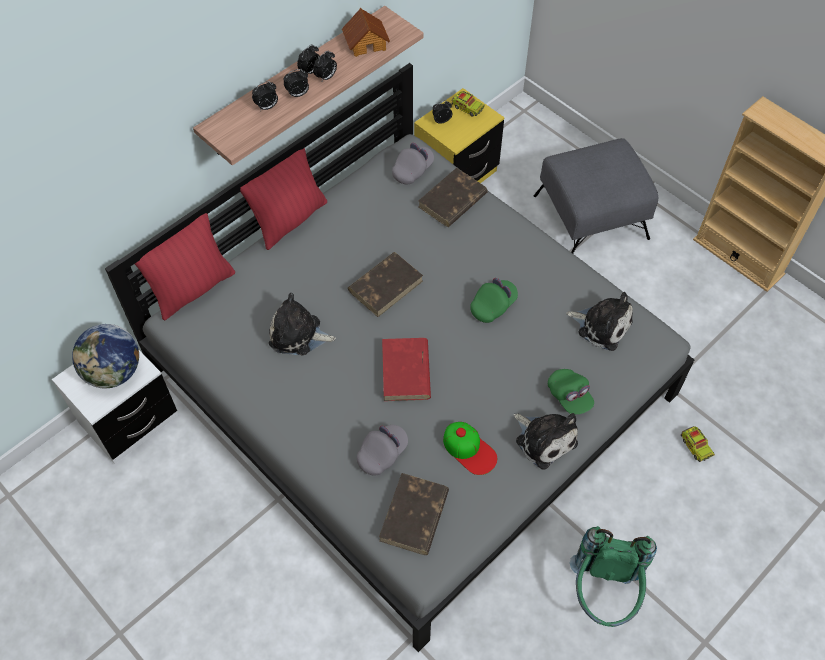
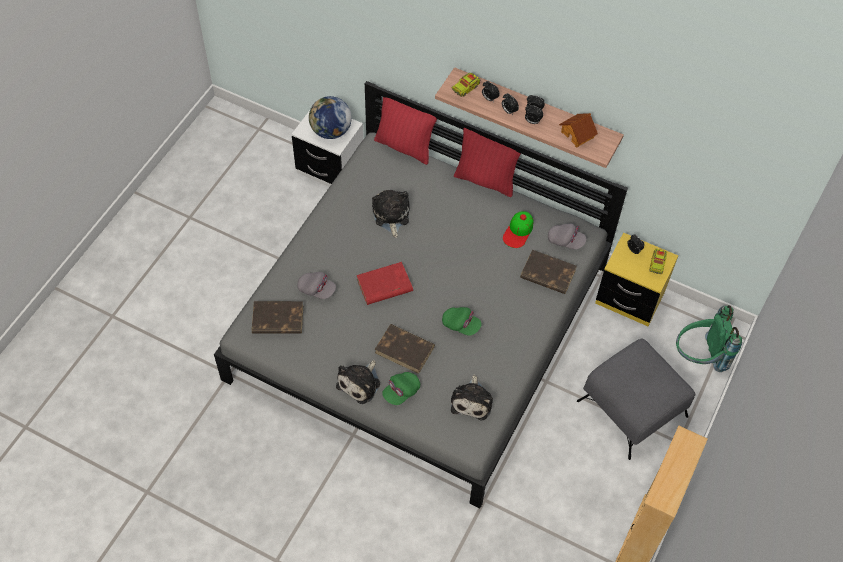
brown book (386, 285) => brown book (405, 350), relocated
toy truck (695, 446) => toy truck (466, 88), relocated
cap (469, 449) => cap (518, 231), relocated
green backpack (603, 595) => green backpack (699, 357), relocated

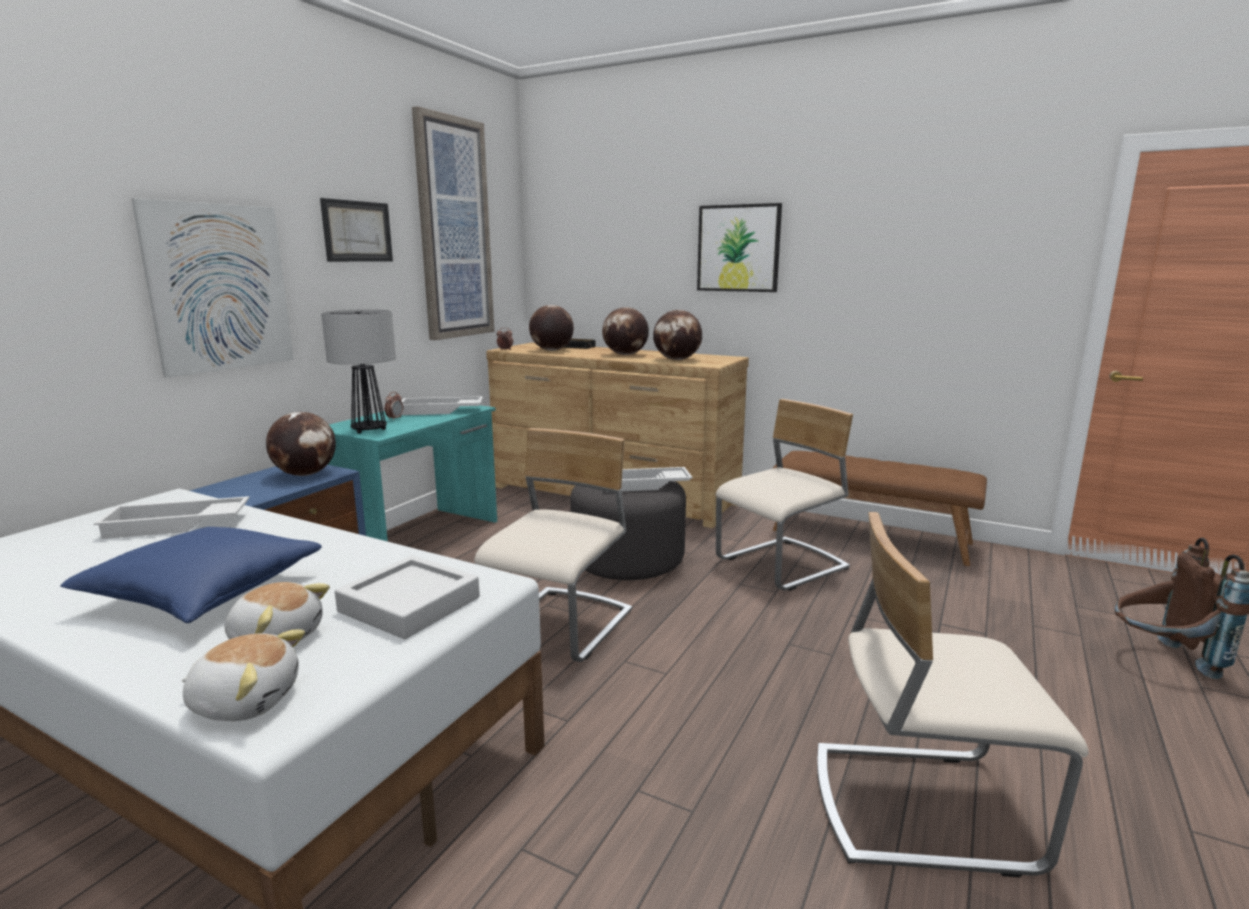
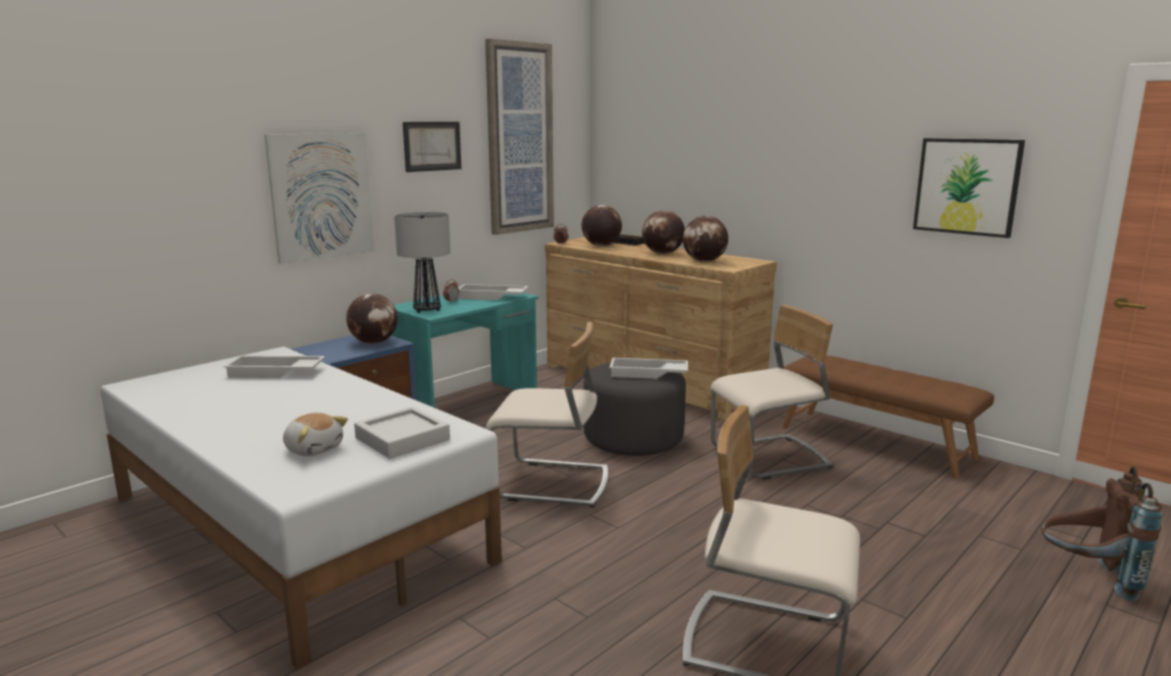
beige chair (561, 627) => beige chair (552, 484), 60 degrees clockwise
picture (738, 248) => picture (967, 186), relocated
blue pillow (205, 593) => nothing
plush toy (246, 700) => nothing

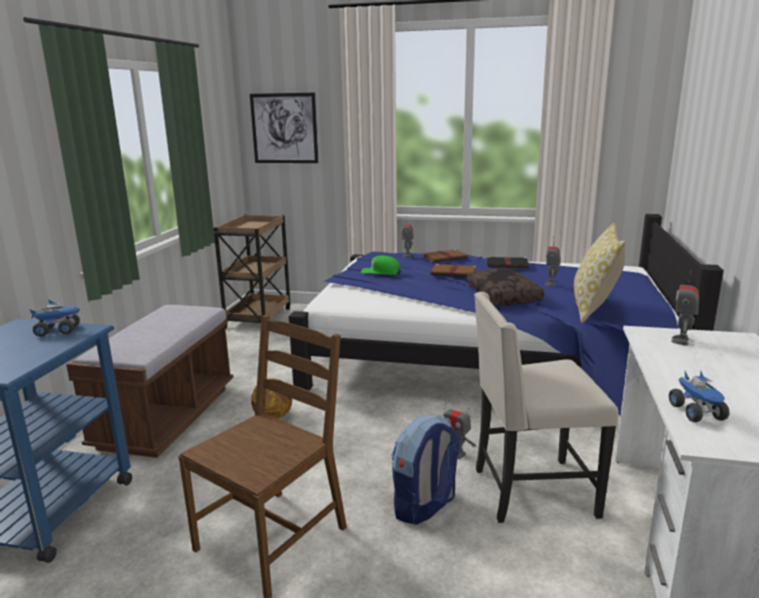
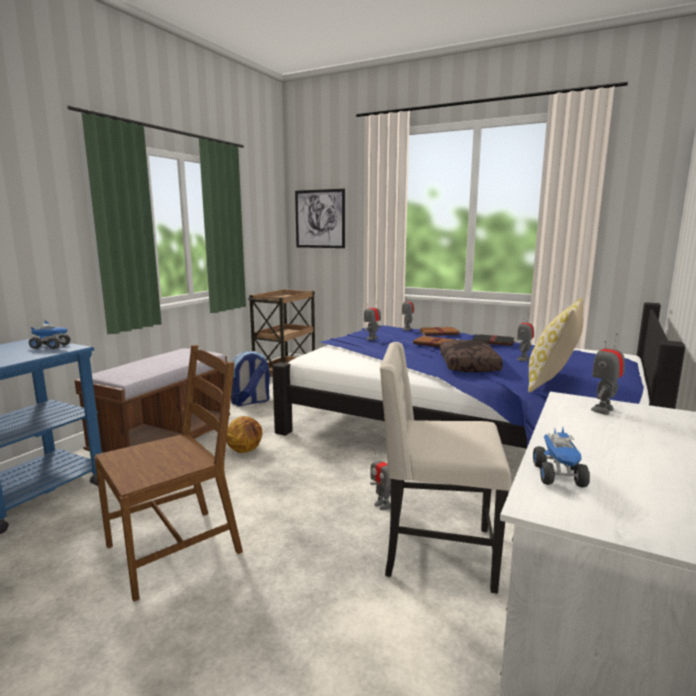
backpack (425, 507) => backpack (250, 402), relocated
green cap (381, 272) => toy robot (372, 338)

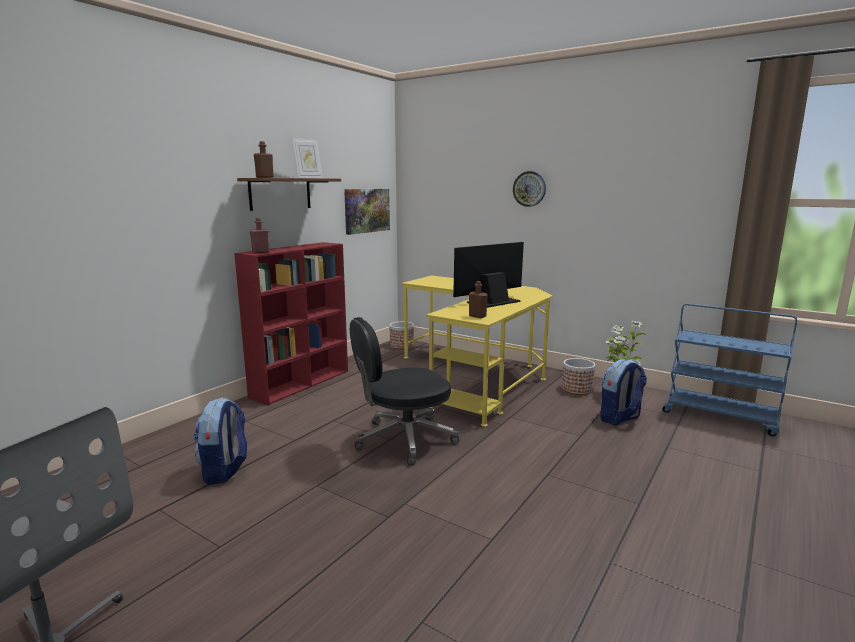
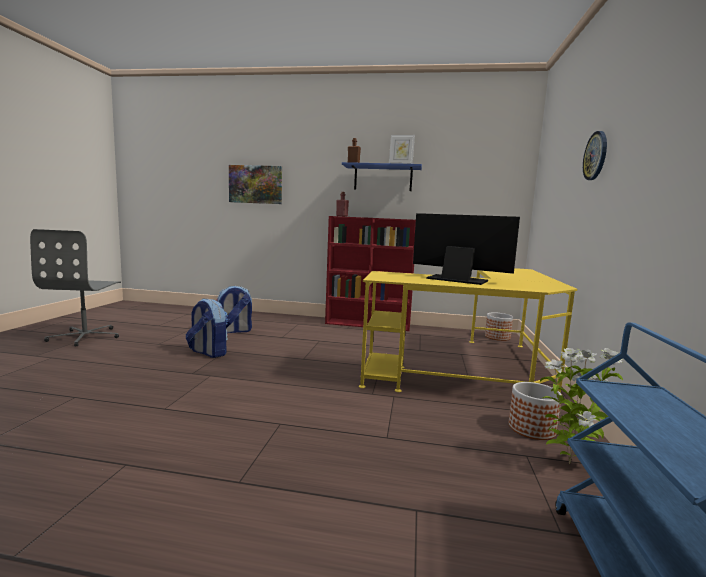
backpack (620, 418) => backpack (208, 352), relocated
picture (366, 210) => picture (255, 184), relocated
brown shelf (280, 194) => blue shelf (383, 178)
black office chair (403, 439) => nothing
brown bottle (477, 316) => nothing

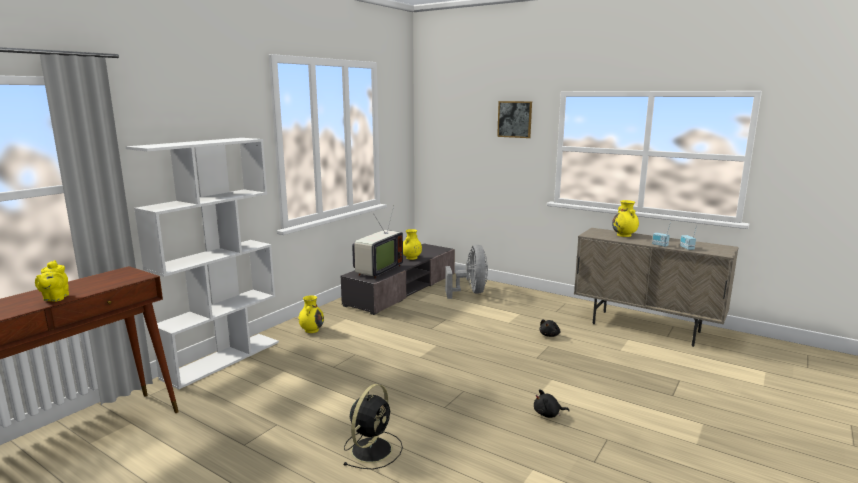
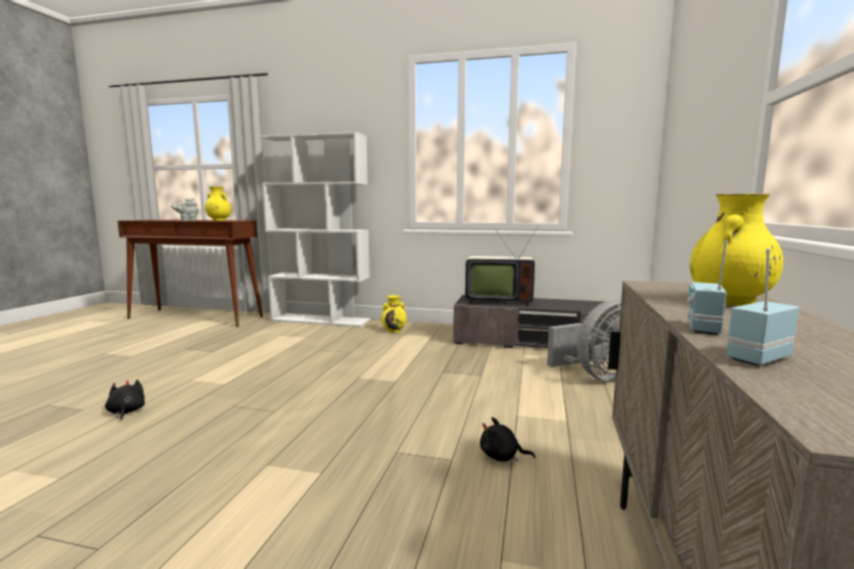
black plush toy (548, 414) => black plush toy (126, 412), relocated
yellow teapot (55, 298) => grey teapot (187, 220)
yellow vase (411, 258) => yellow vase (218, 220), relocated
black fan (372, 449) => nothing
picture (514, 119) => nothing

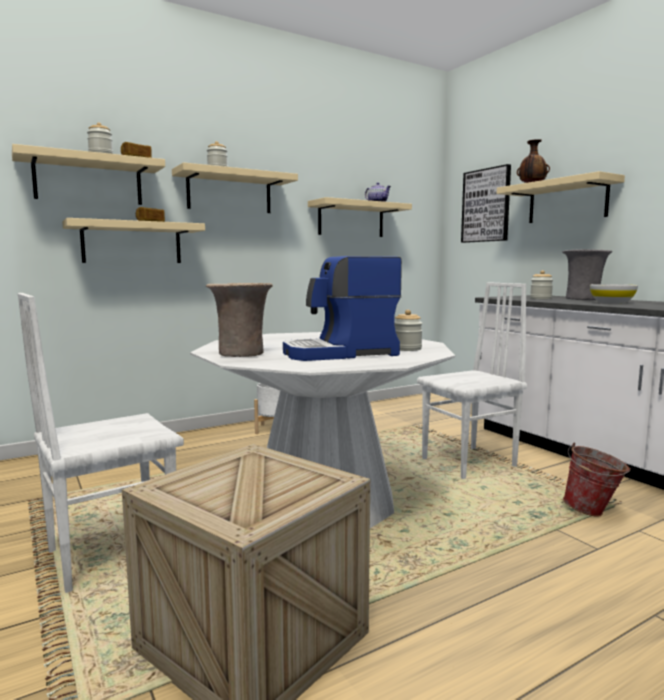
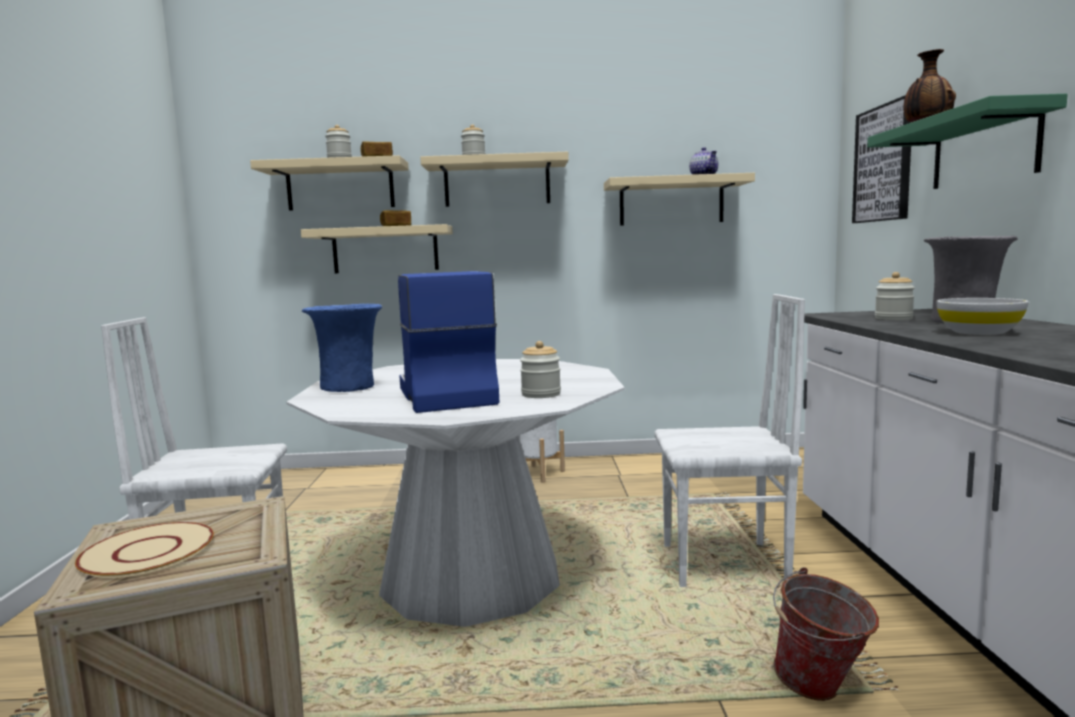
nothing => beige plate (149, 551)
beige vase (240, 354) => blue vase (348, 387)
coffee machine (341, 353) => coffee machine (443, 395), 60 degrees clockwise
beige shelf (567, 201) => green shelf (984, 149)

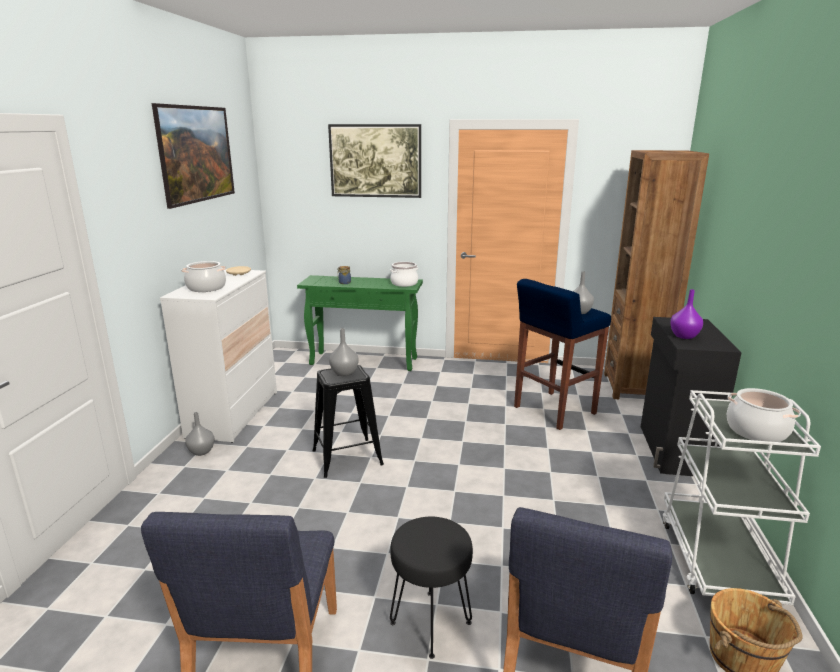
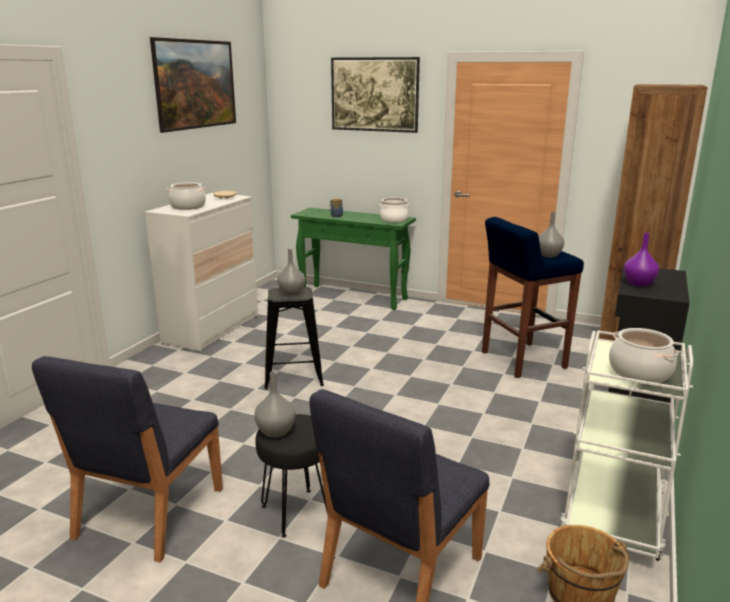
grey vase (201, 451) => grey vase (275, 431), relocated

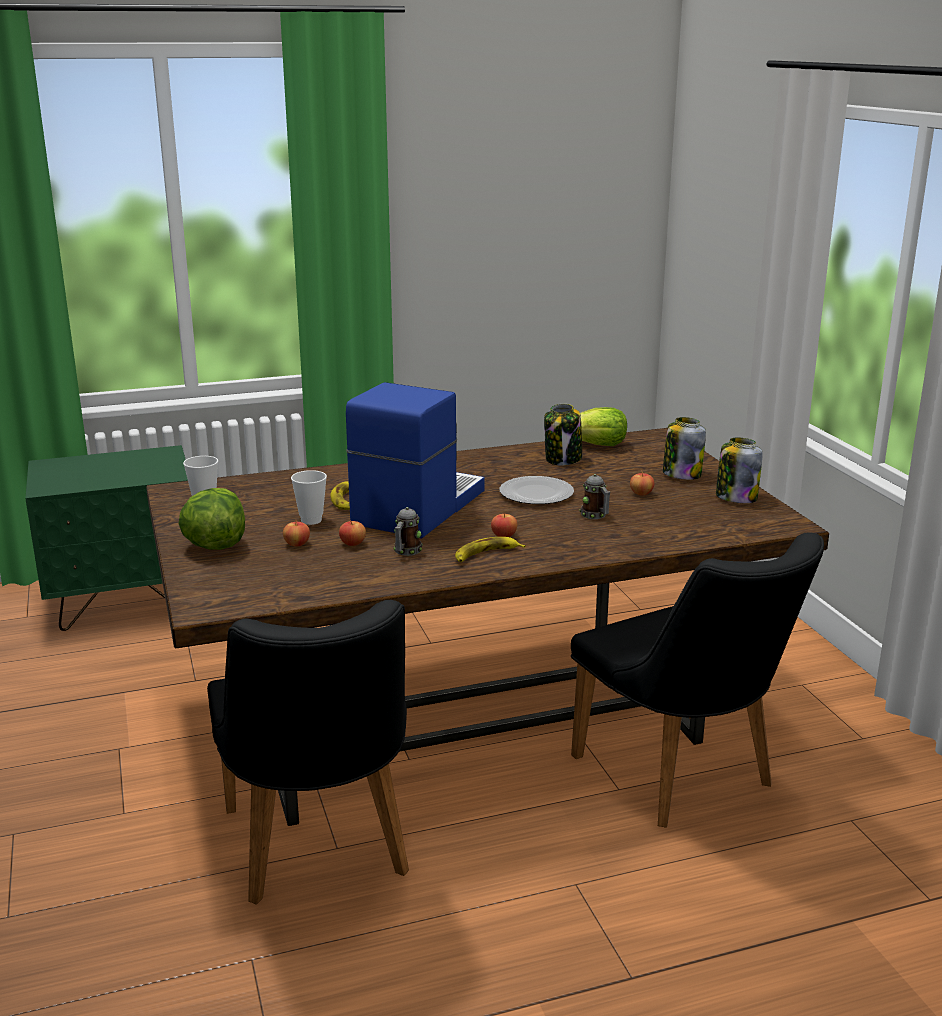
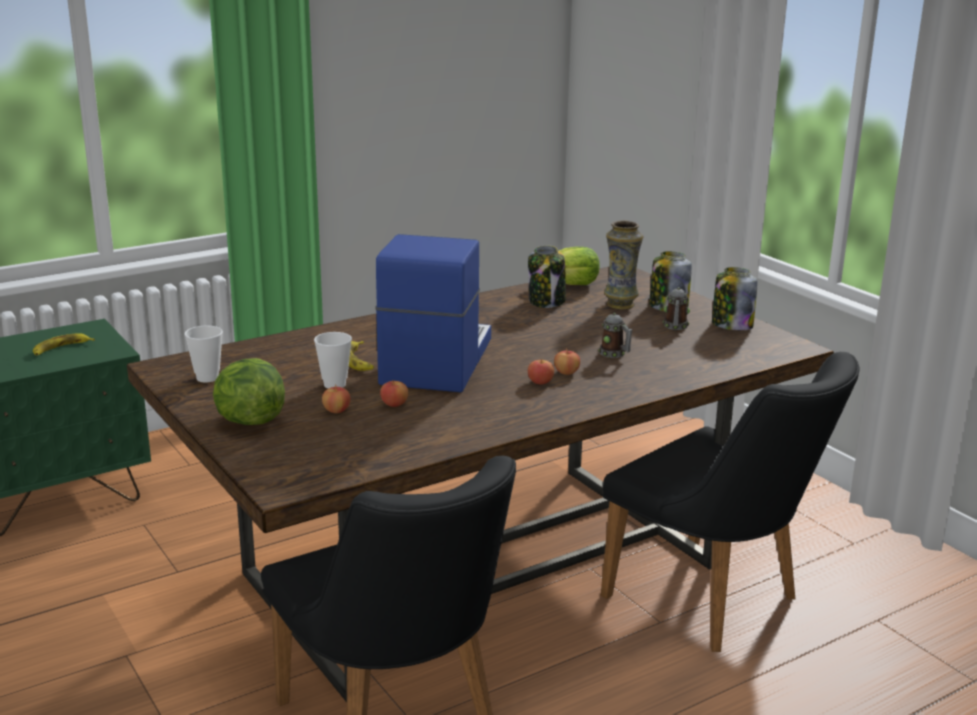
banana (486, 555) => banana (61, 349), relocated
apple (641, 493) => apple (566, 372), relocated
nothing => vase (620, 304)
mug (406, 552) => mug (675, 327), relocated
plate (535, 493) => nothing

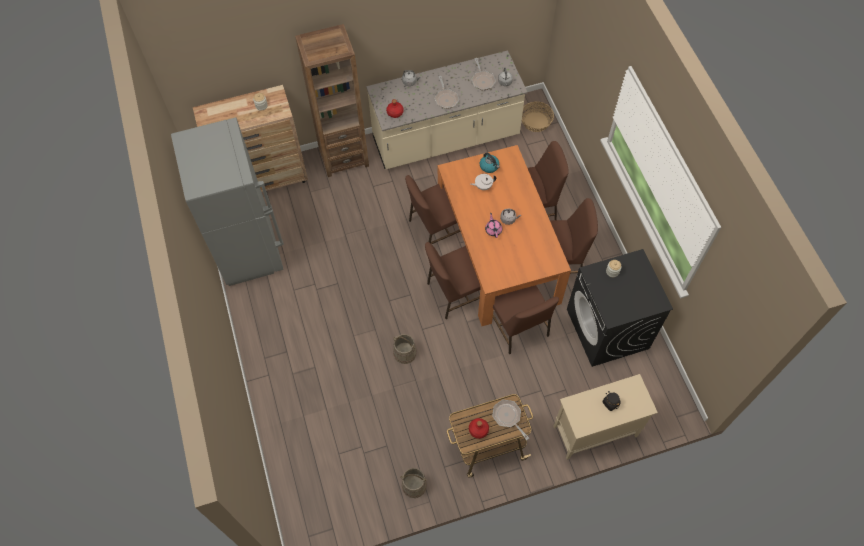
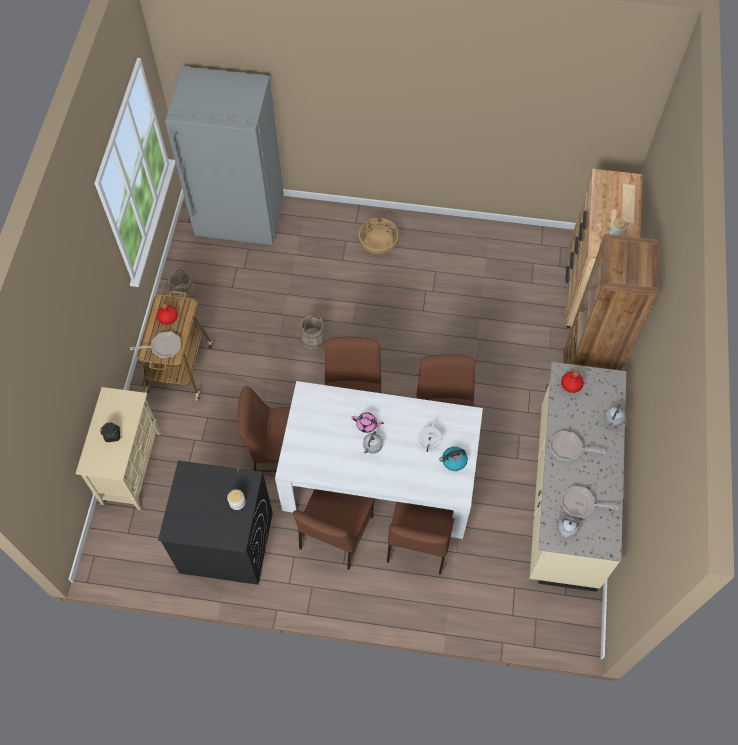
grey fridge (249, 249) => grey fridge (241, 220), relocated
orange dining table (497, 252) => white dining table (380, 477)
basket (536, 122) => basket (378, 242), relocated

